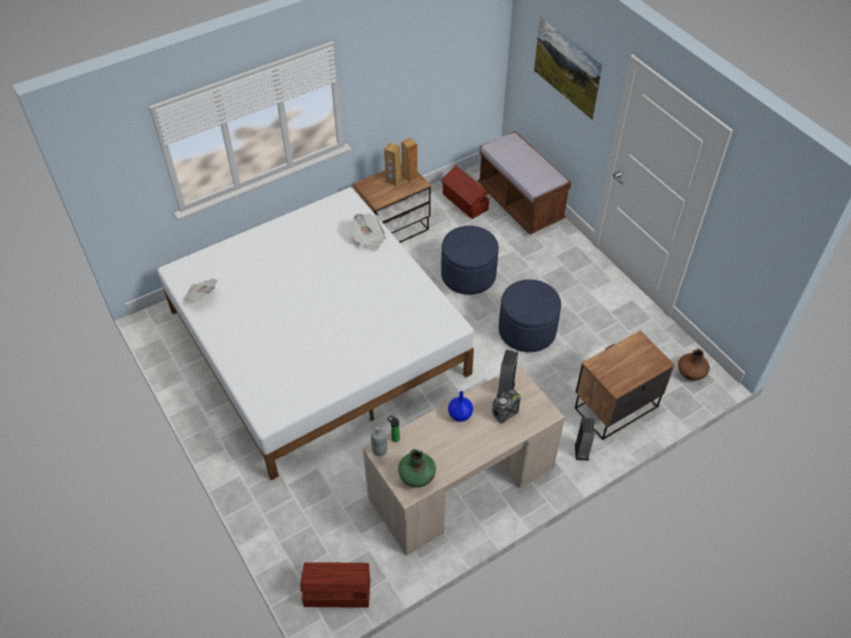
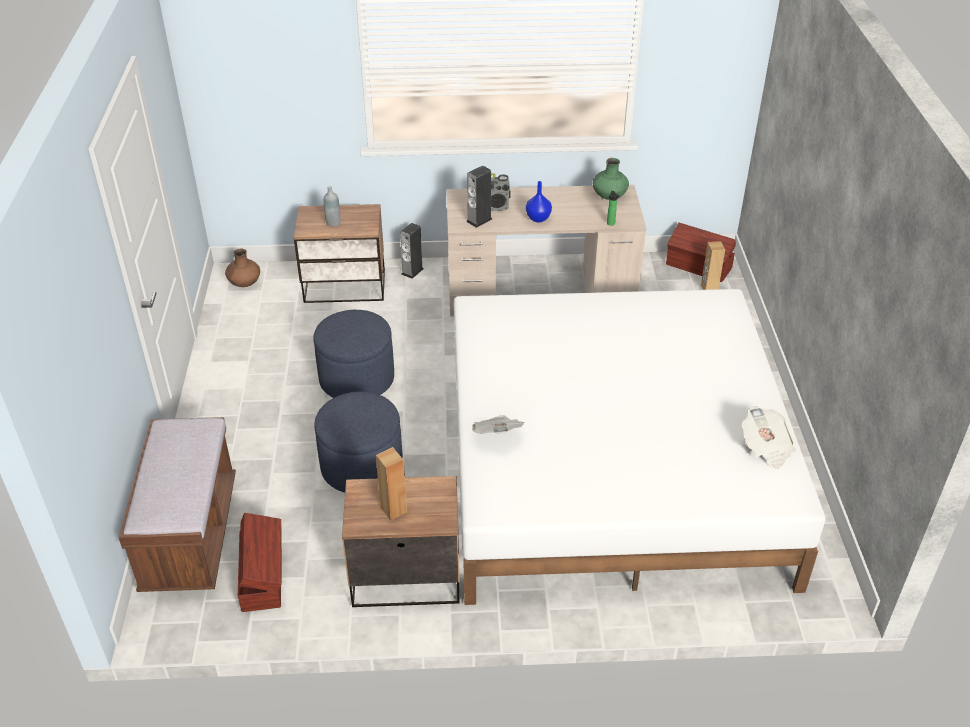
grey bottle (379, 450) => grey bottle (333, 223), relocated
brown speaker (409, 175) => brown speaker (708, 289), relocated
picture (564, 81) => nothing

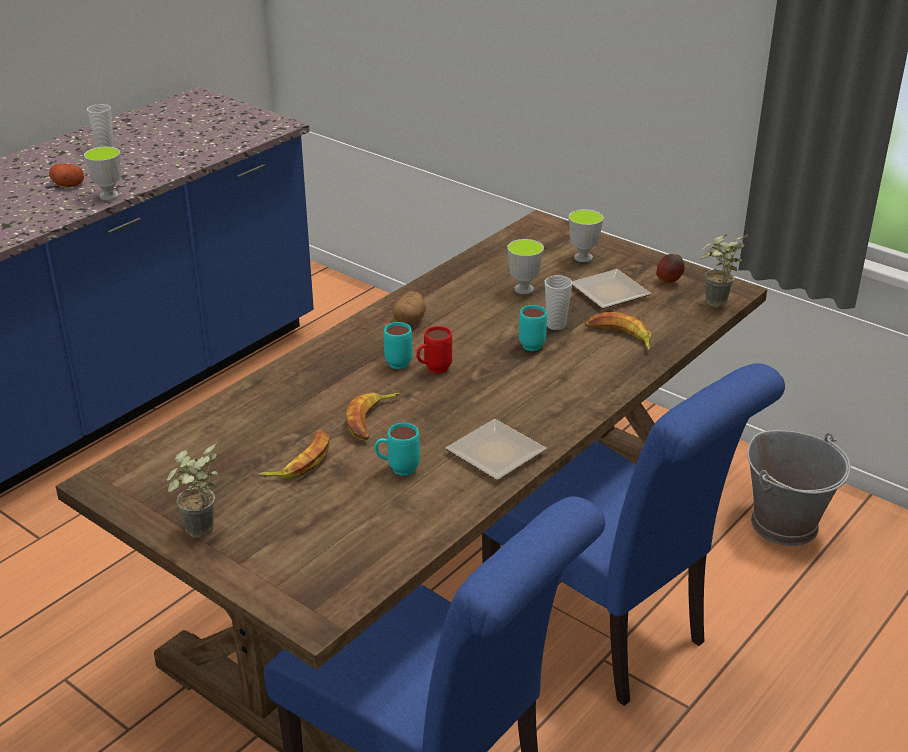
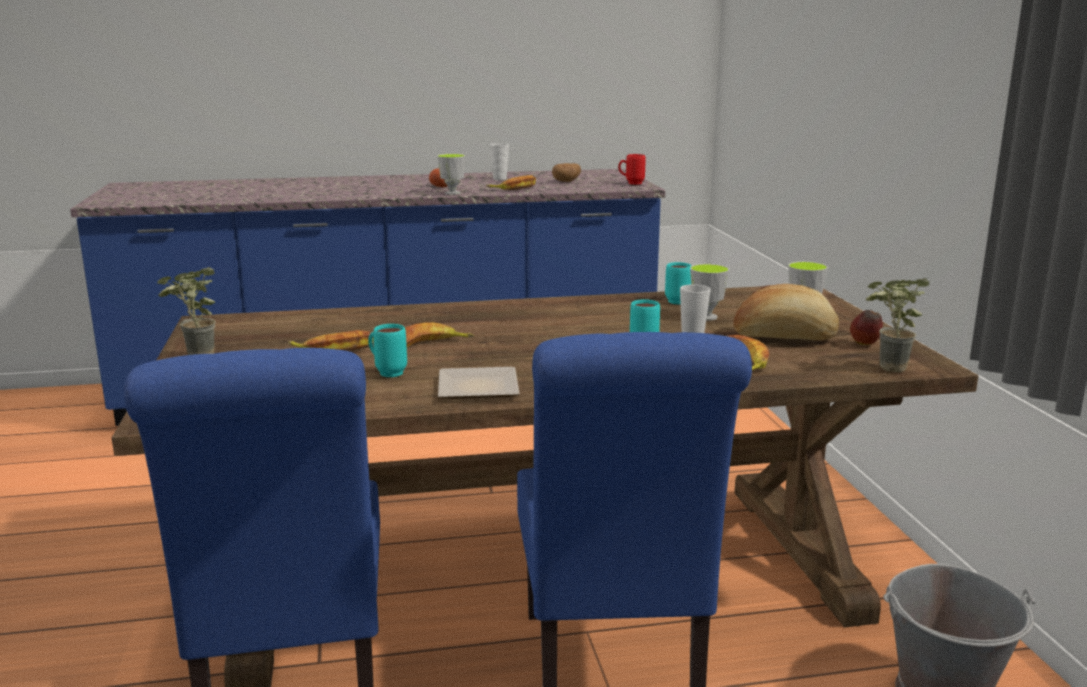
nothing => banana (514, 188)
potato (410, 320) => potato (566, 181), relocated
red mug (433, 370) => red mug (631, 183), relocated
turquoise mug (397, 361) => turquoise mug (678, 301), relocated
plate (609, 294) => bread (784, 337)

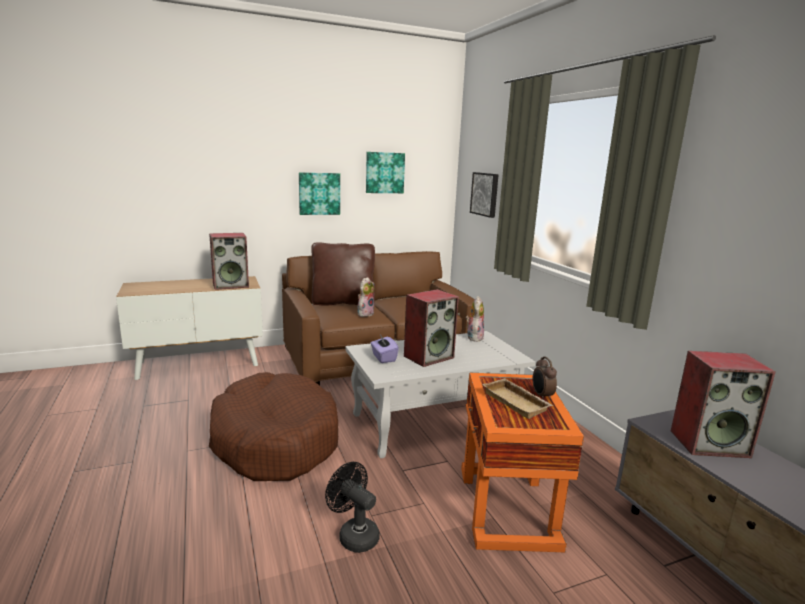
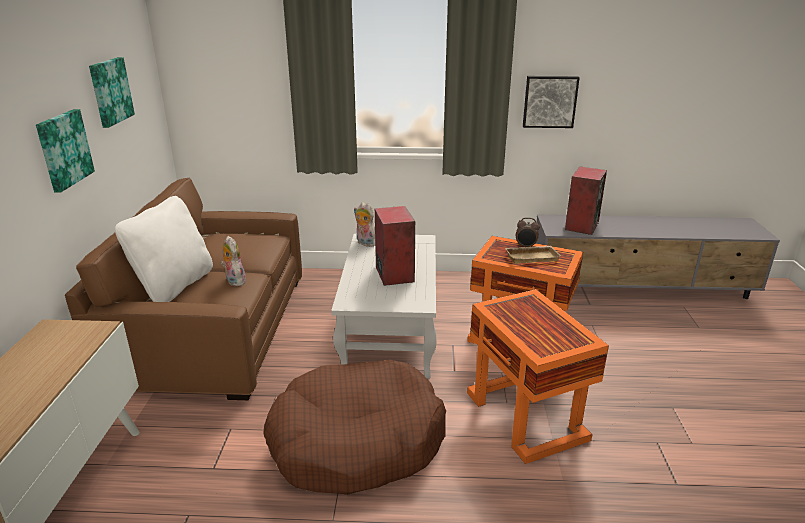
brown pillow (343, 302) => white pillow (175, 286)
black fan (354, 534) => orange side table (526, 417)
picture (485, 194) => picture (549, 101), relocated
speaker (231, 285) => nothing
purple tissue box (383, 358) => nothing

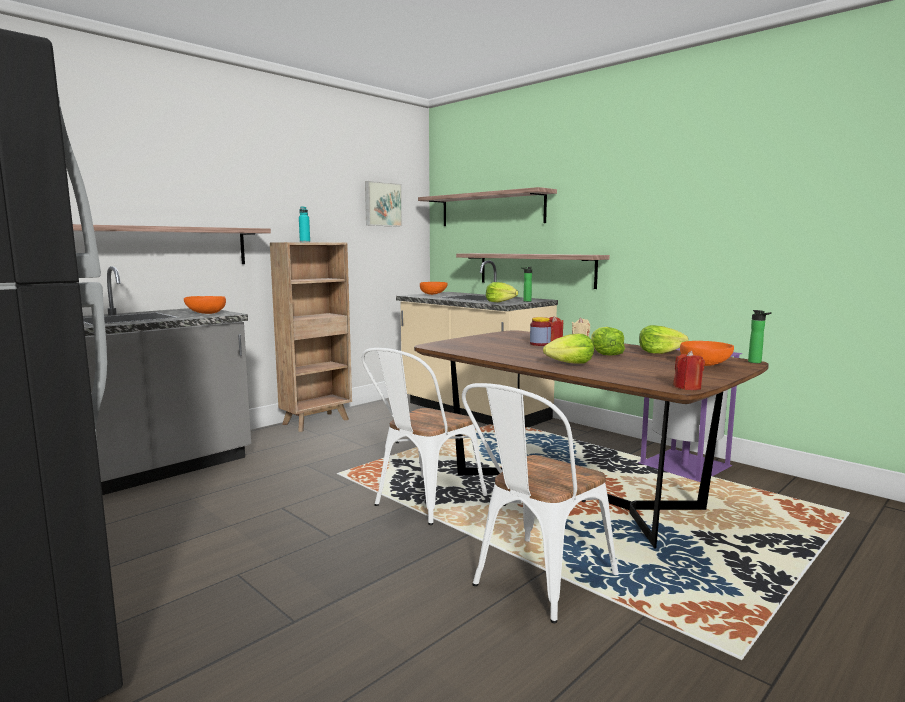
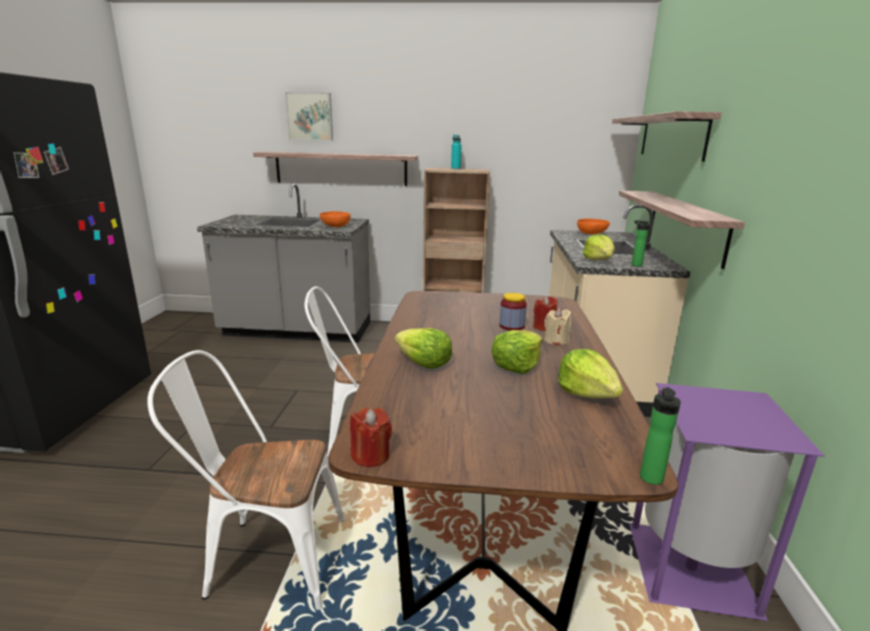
picture (382, 204) => picture (310, 116), relocated
orange bowl (706, 365) => nothing

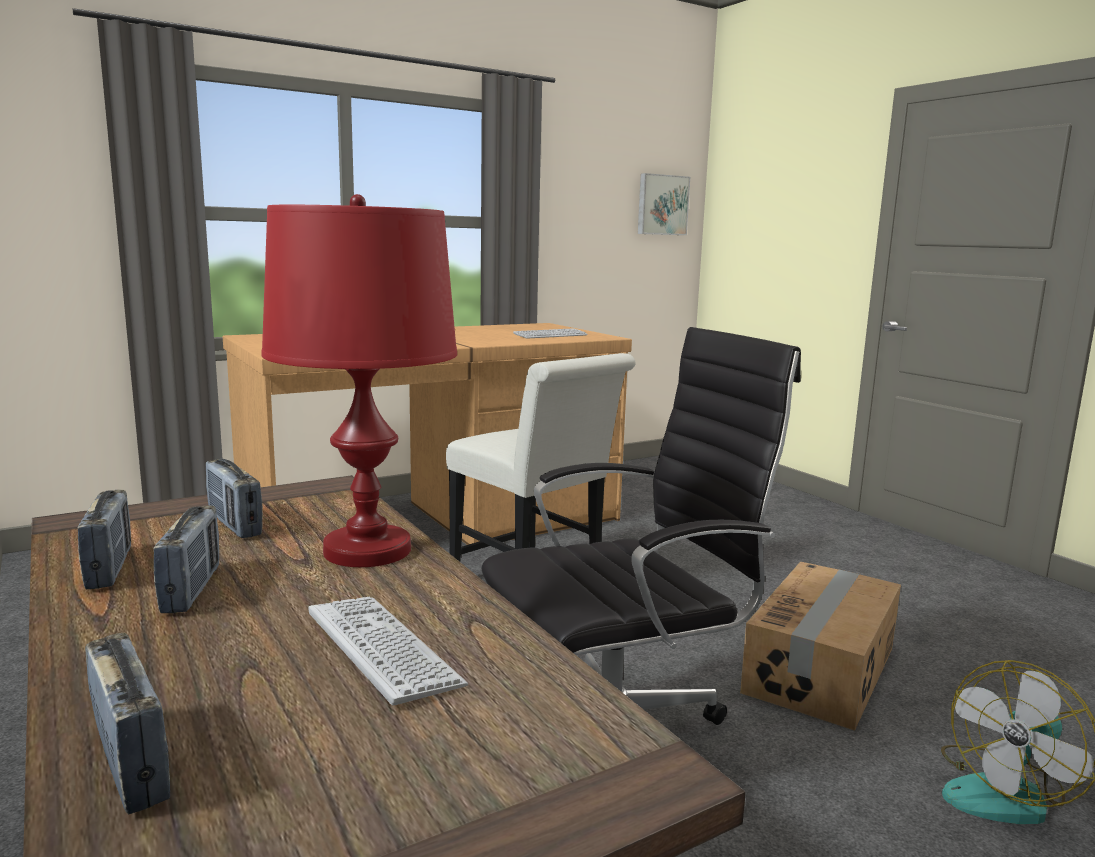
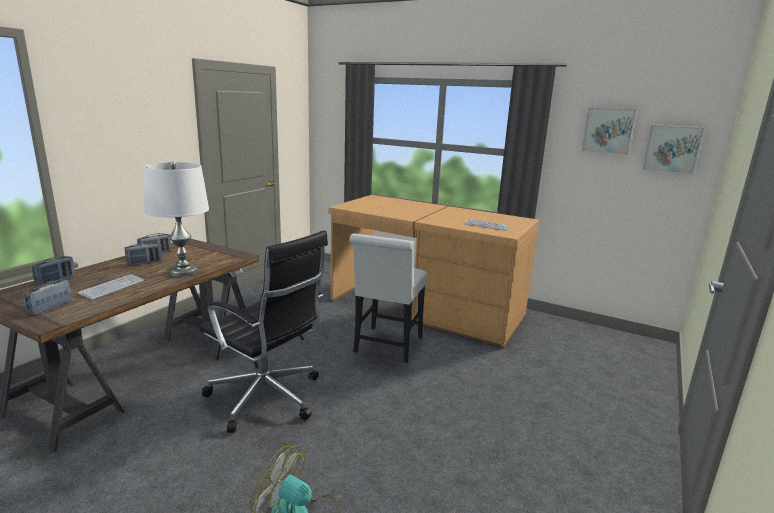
radio (234, 524) => radio (50, 308), relocated
red table lamp (368, 550) => white table lamp (183, 272)
nothing => picture (608, 130)
cardboard box (822, 670) => nothing

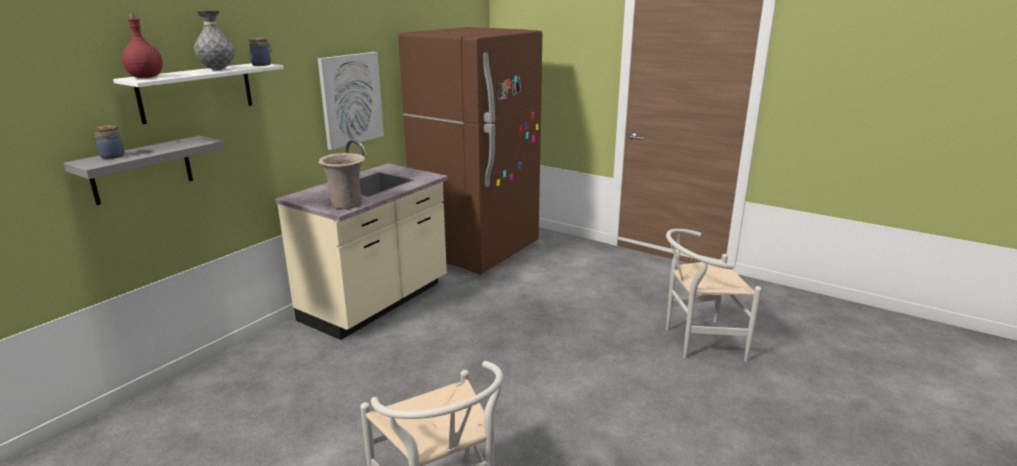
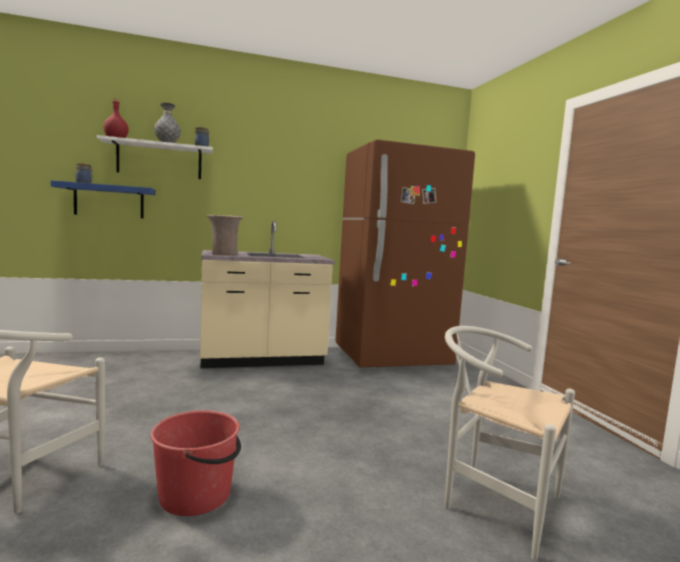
grey shelf (142, 170) => blue shelf (109, 201)
nothing => red bucket (196, 495)
picture (351, 99) => nothing

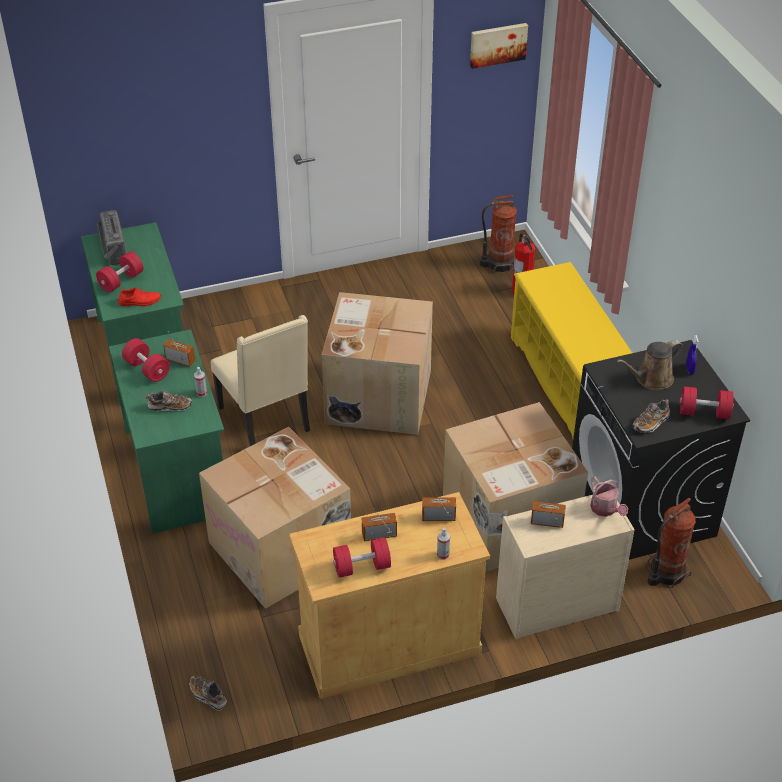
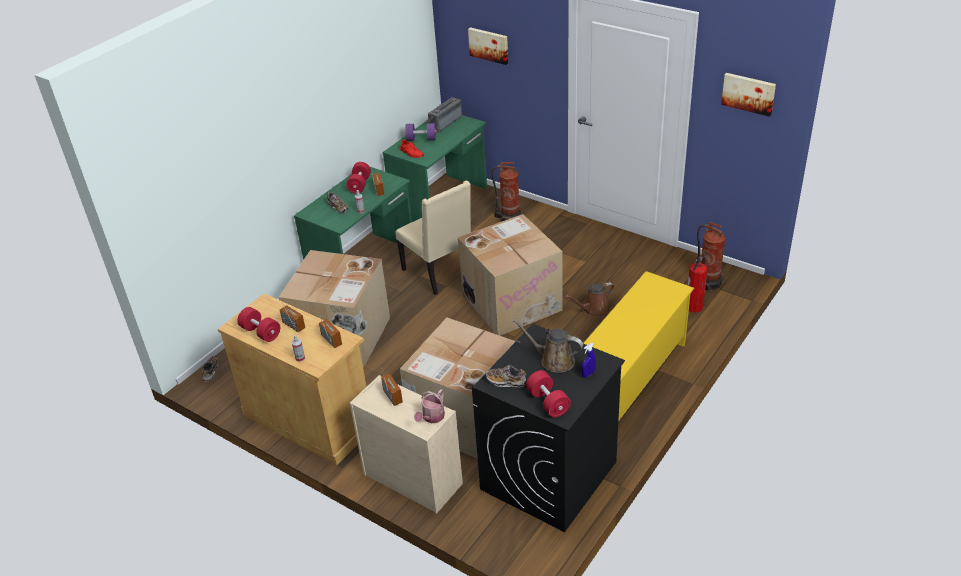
beige chair (266, 420) => beige chair (439, 273), 60 degrees counterclockwise
red dumbbell (121, 281) => purple dumbbell (421, 139)
nothing => picture (489, 45)
fire extinguisher (665, 573) => fire extinguisher (509, 217), relocated
nothing => brown watering can (594, 310)

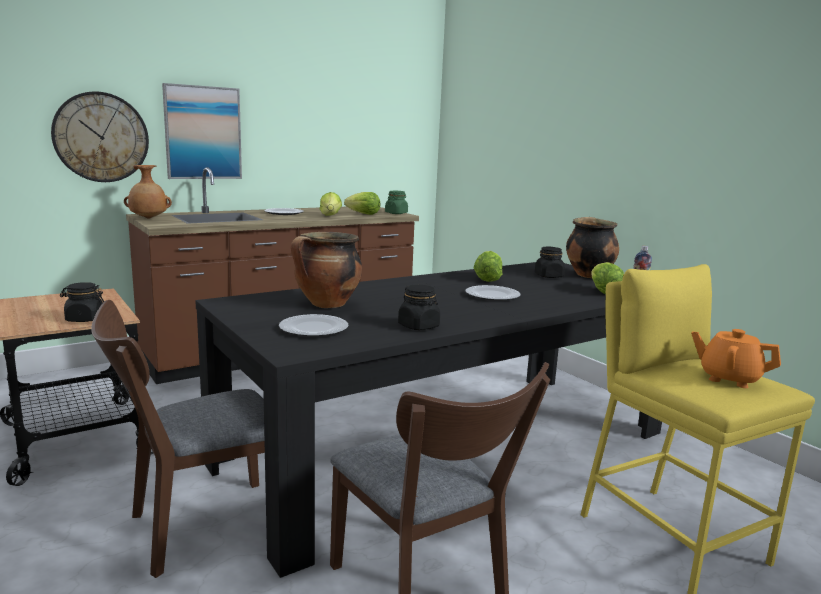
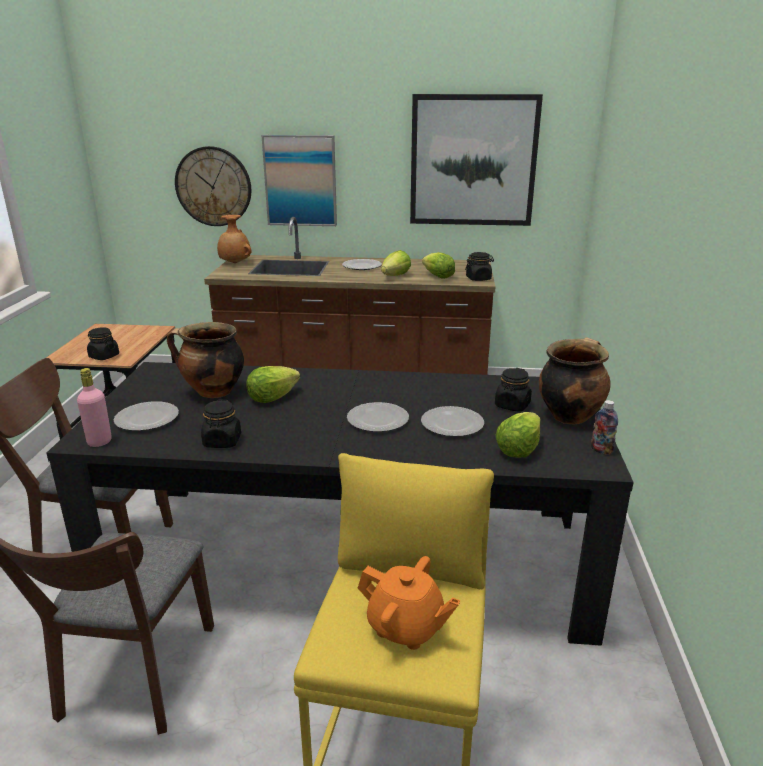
nothing => pink bottle (99, 442)
lettuce (487, 279) => lettuce (272, 398), relocated
orange teapot (729, 379) => orange teapot (406, 627), 135 degrees clockwise
nothing => picture (473, 161)
nothing => plate (451, 424)
green jar (396, 213) => black jar (478, 279)

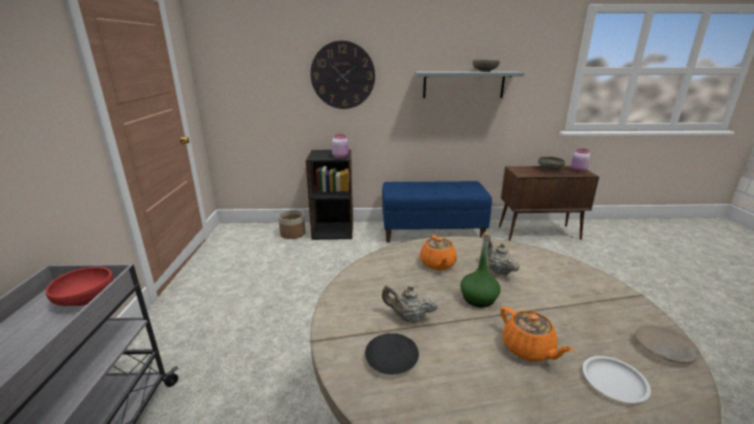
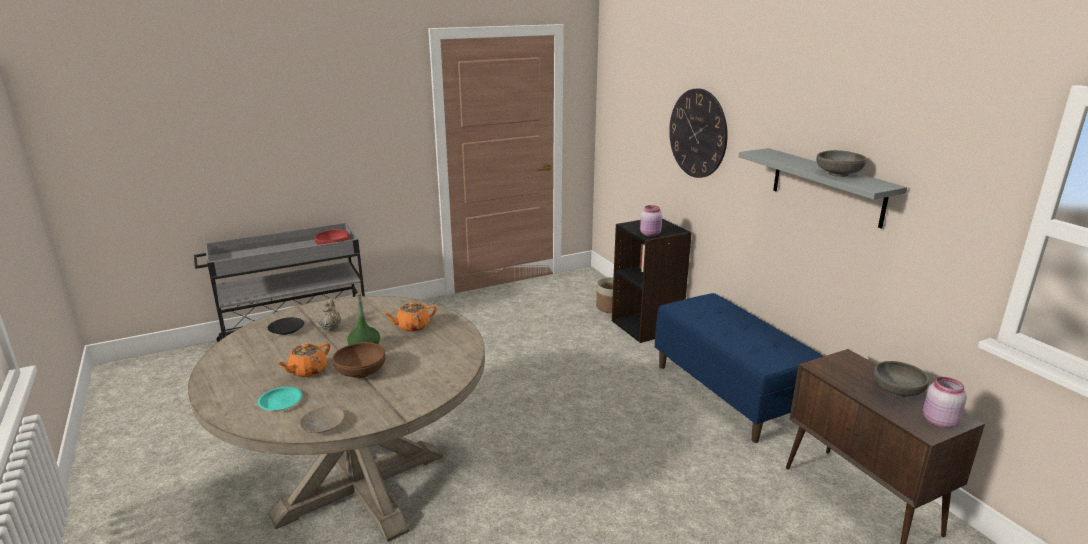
white plate (614, 382) => turquoise plate (280, 401)
nothing => brown bowl (361, 372)
beige teapot (498, 271) => nothing

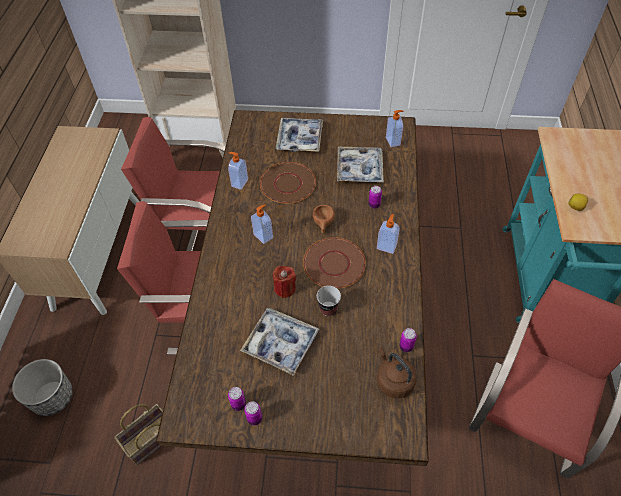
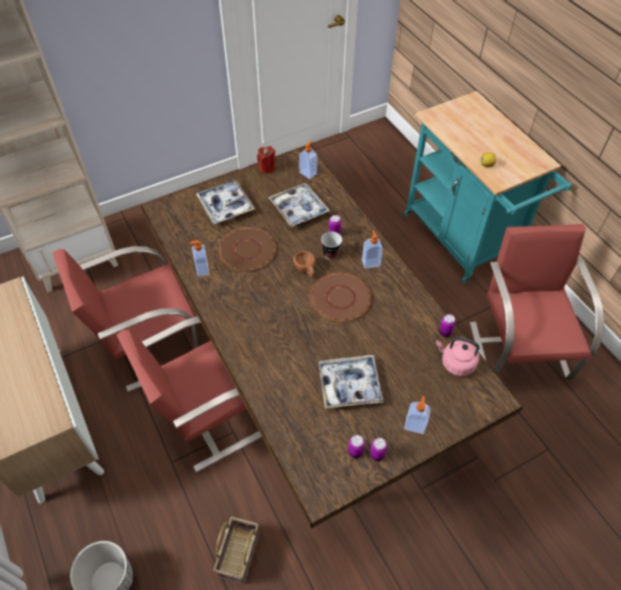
red candle (285, 288) => red candle (267, 167), relocated
cup (328, 309) => cup (330, 254), relocated
soap dispenser (263, 236) => soap dispenser (415, 425), relocated
brown kettle (393, 380) => pink kettle (456, 363)

